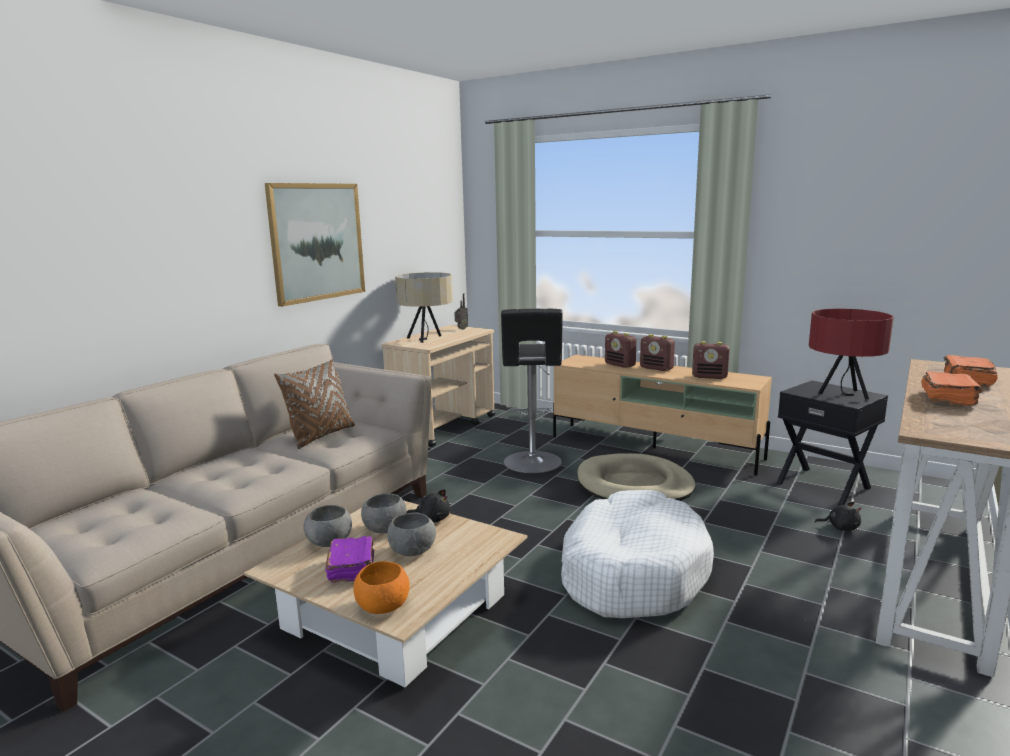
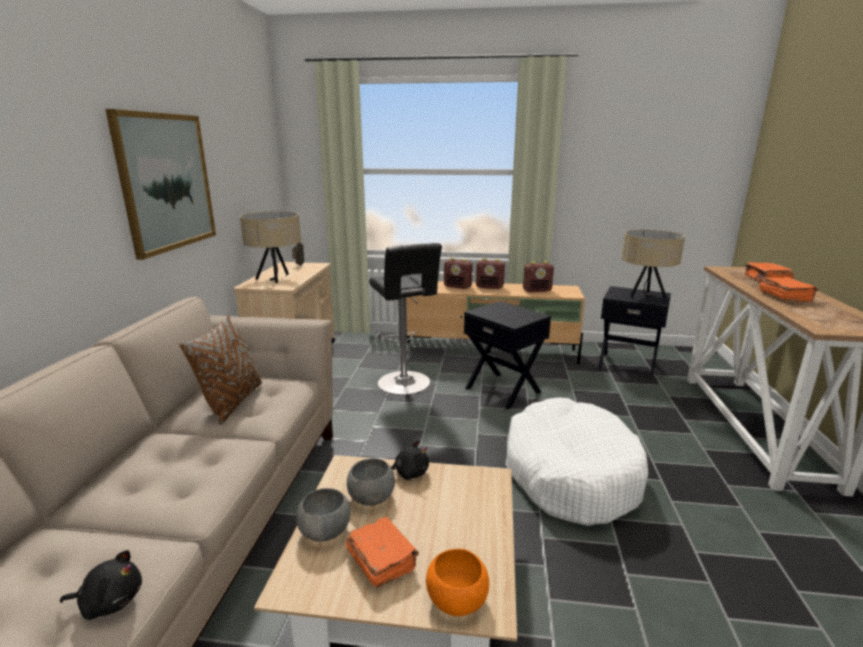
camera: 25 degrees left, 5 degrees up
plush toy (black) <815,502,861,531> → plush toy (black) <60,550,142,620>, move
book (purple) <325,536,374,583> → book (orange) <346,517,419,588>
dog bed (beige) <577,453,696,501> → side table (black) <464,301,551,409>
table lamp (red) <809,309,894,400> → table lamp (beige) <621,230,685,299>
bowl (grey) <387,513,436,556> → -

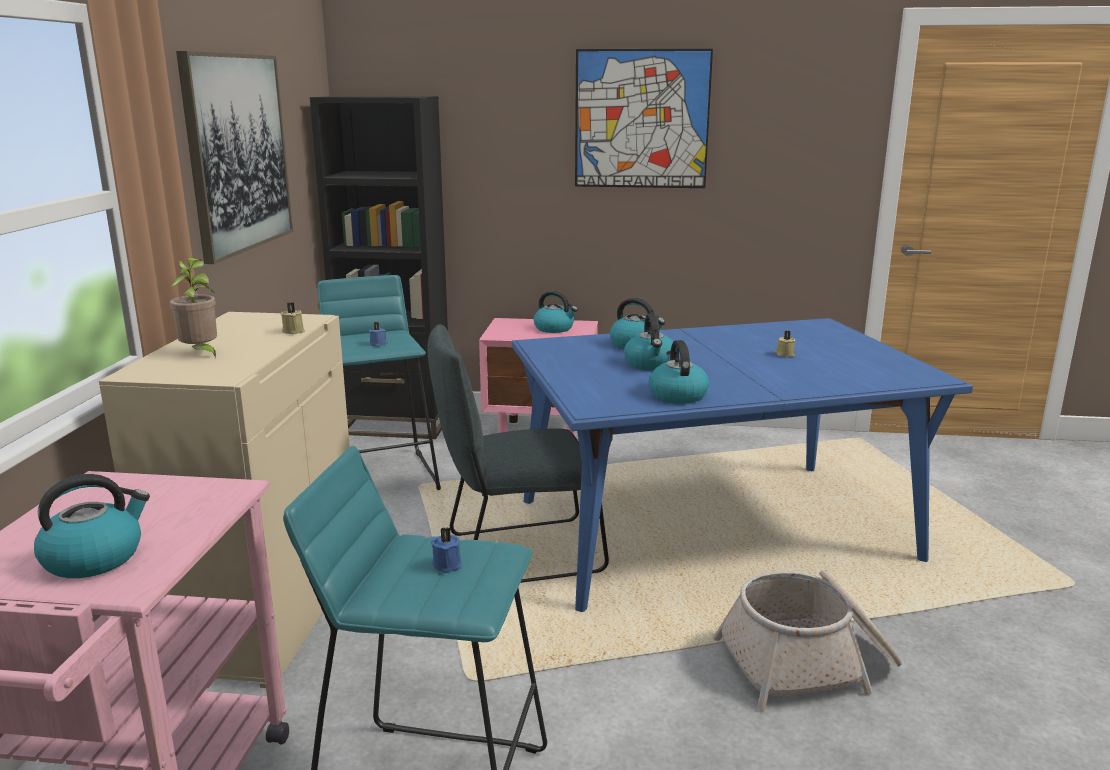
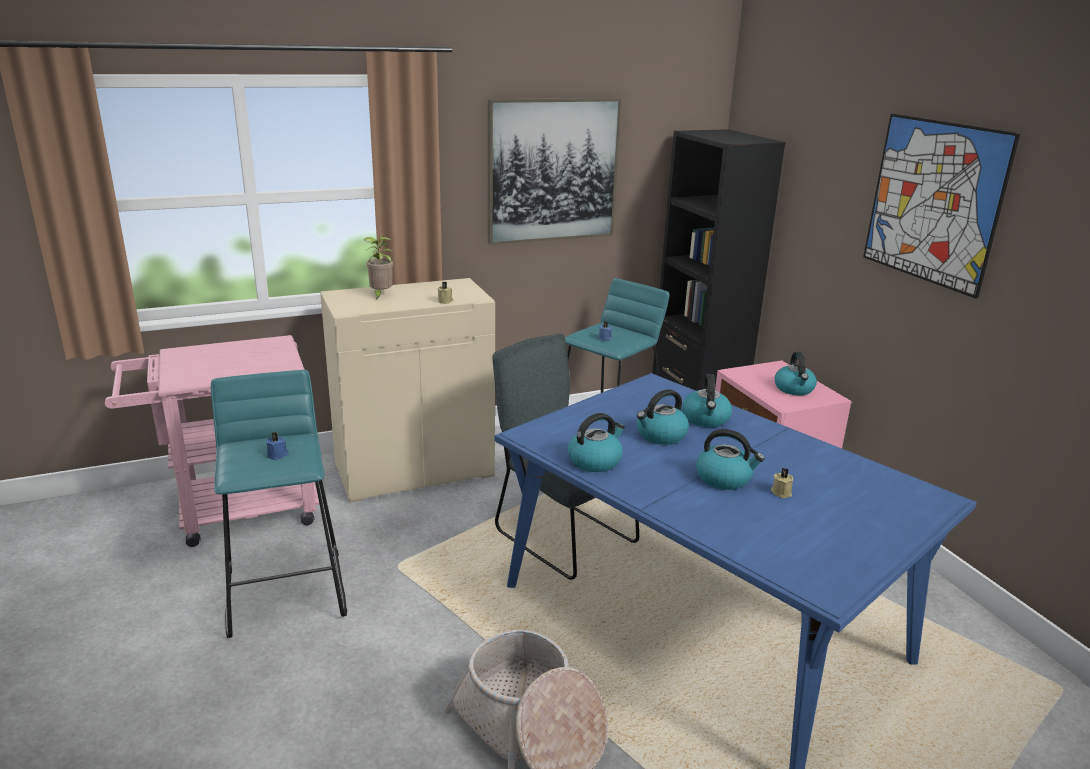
camera: 60 degrees right, 5 degrees up
kettle <34,474,150,578> → kettle <696,429,765,490>, move

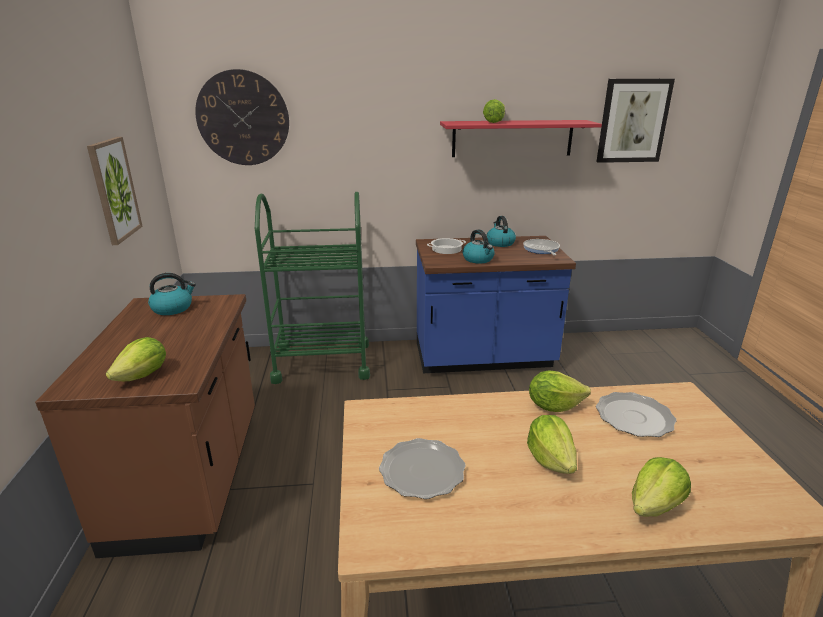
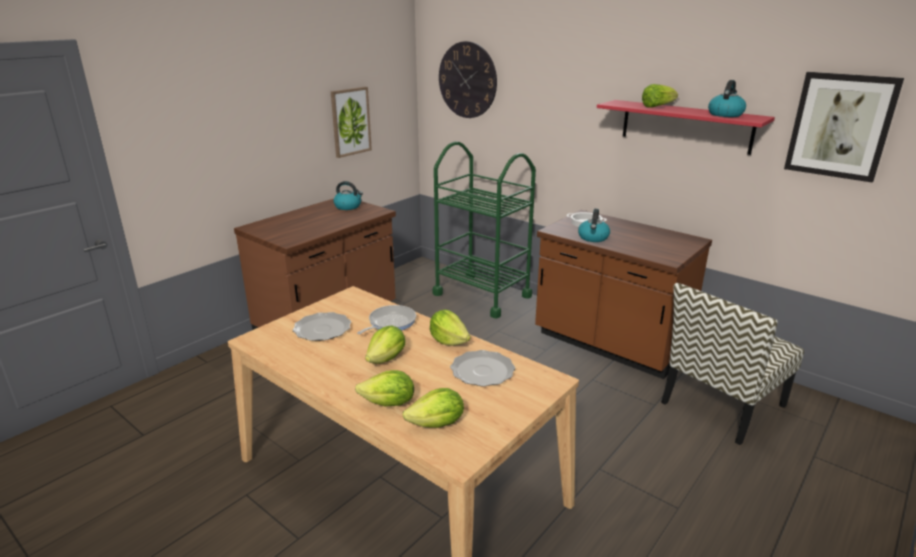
camera: 45 degrees right, 0 degrees up
frying pan <523,239,560,255> → frying pan <357,305,416,334>, move
lettuce <106,337,166,381> → lettuce <402,388,464,428>, move
counter (blue) <416,236,576,373> → counter (brown) <535,210,712,379>
- → chair <661,283,804,445>
kettle <487,216,516,247> → kettle <708,80,746,117>, move

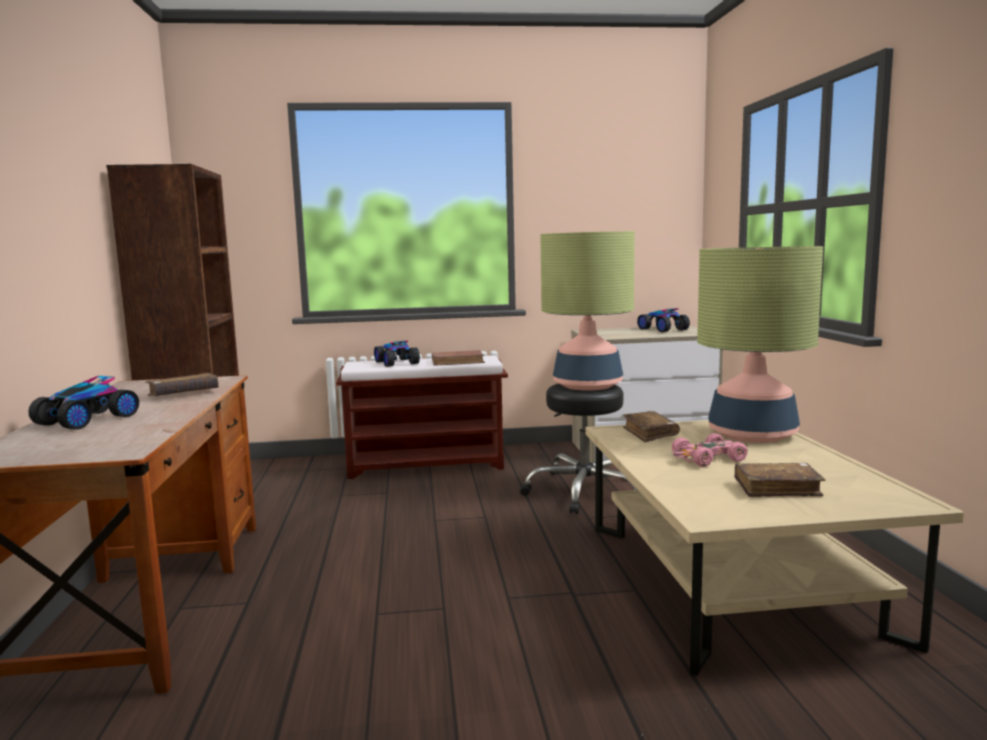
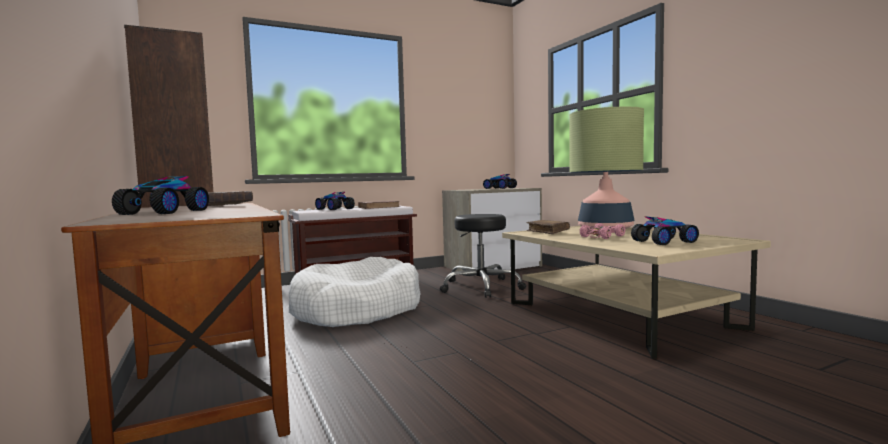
camera: 20 degrees left, 5 degrees down
- → dog bed (white) <288,257,421,327>
book (brown) <734,463,825,497> → toy car <631,216,699,245>
table lamp <540,231,635,391> → -

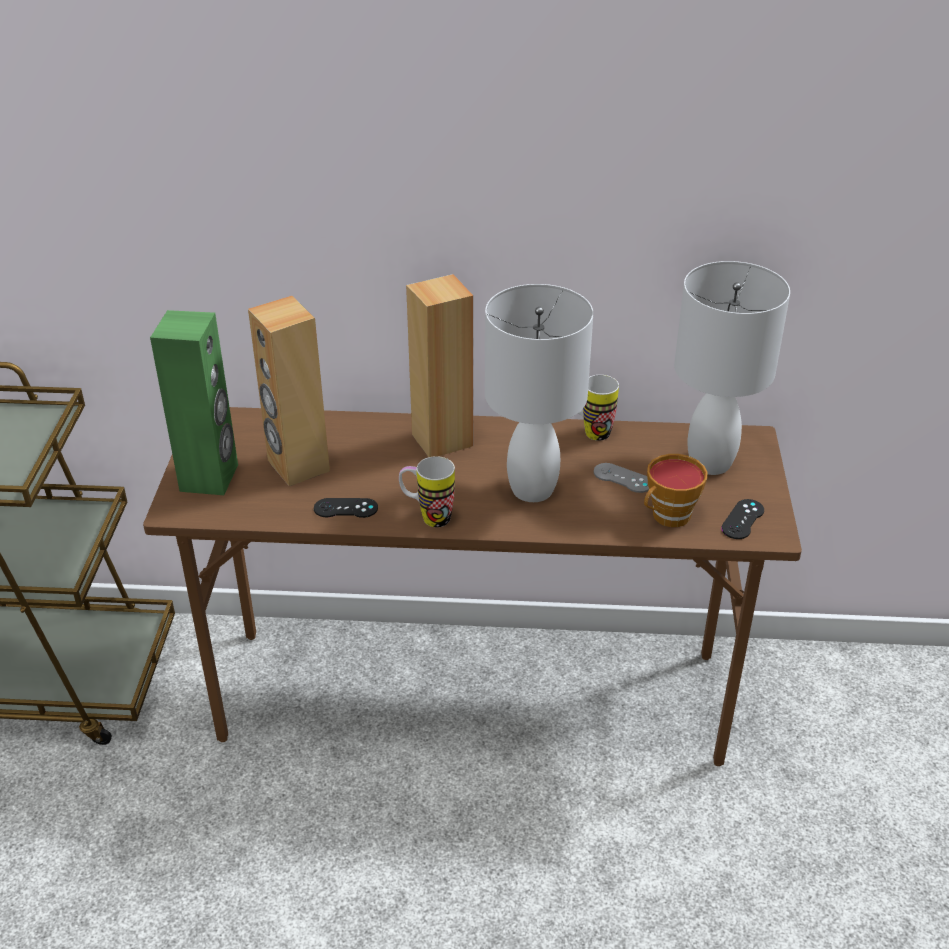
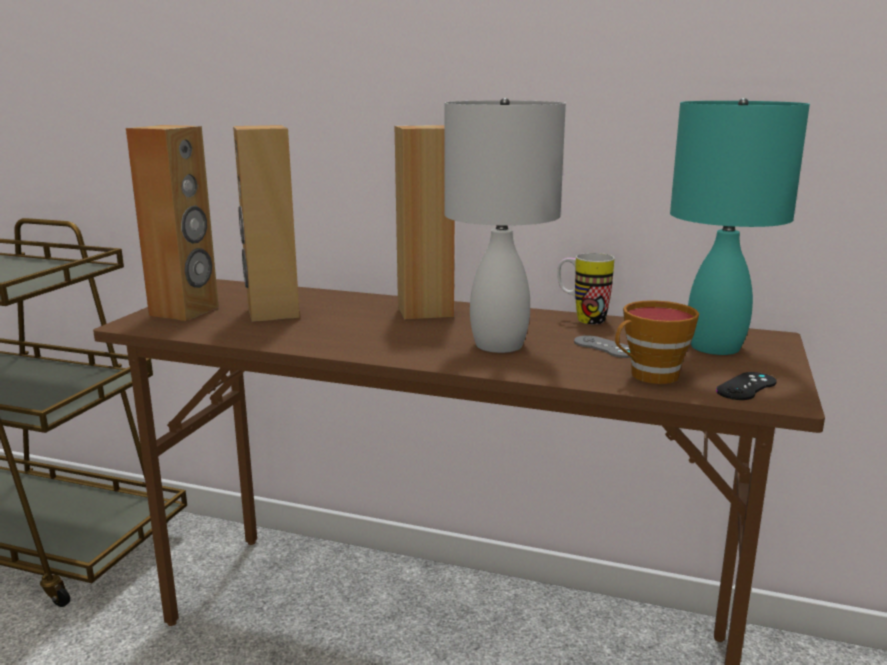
camera: 15 degrees right, 20 degrees down
speaker (green) <150,310,238,495> → speaker (brown) <126,125,219,321>
table lamp (white) <674,261,790,475> → table lamp (turquoise) <670,98,810,355>
game controller (black) <314,498,378,518> → -
mug <399,456,455,527> → -

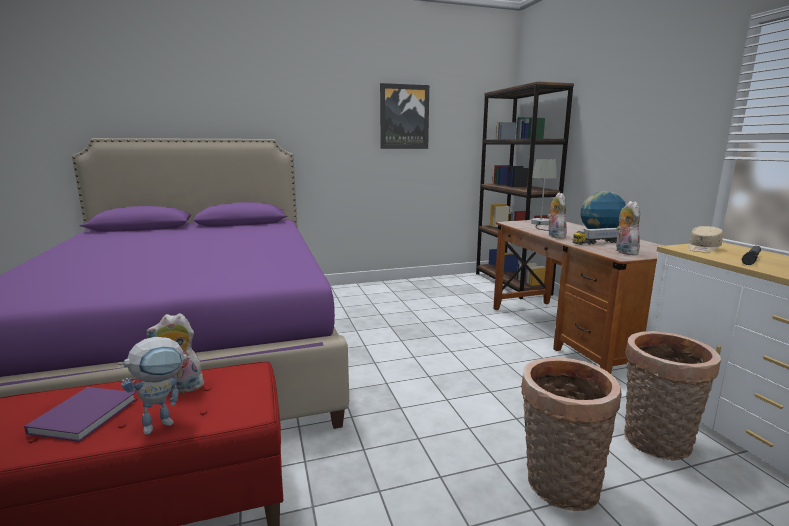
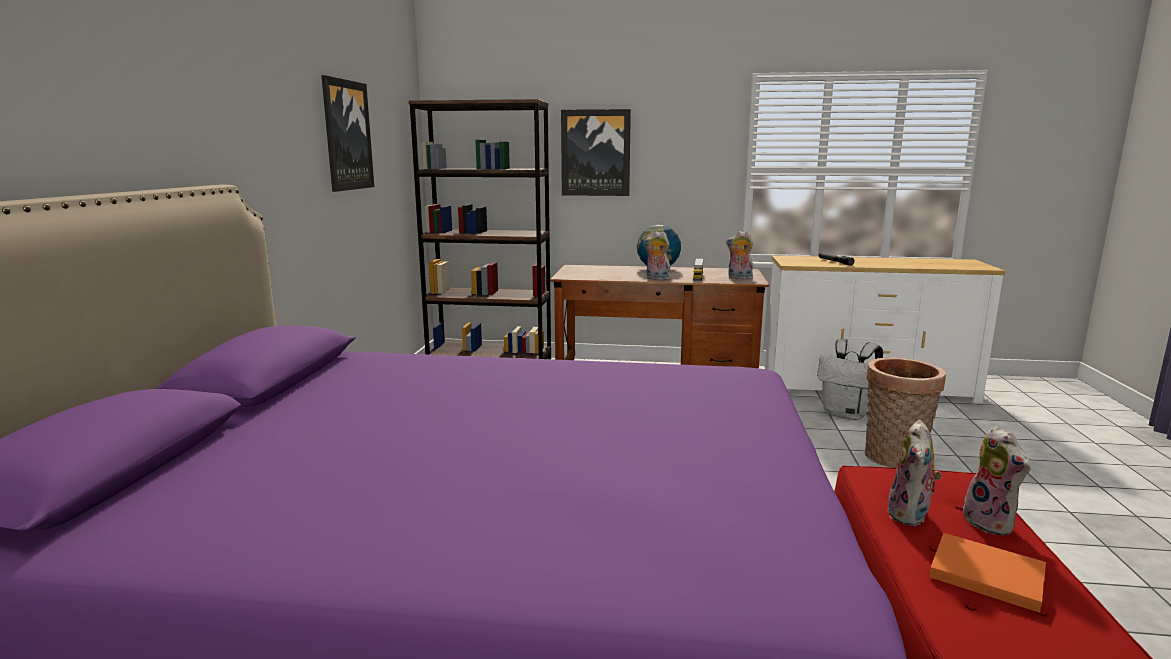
camera: 65 degrees left, 0 degrees up
- → picture <561,109,631,196>
basket <624,331,721,461> → backpack (white) <817,339,883,420>
book (purple) <24,387,137,442> → book (orange) <929,533,1046,613>
toy robot <119,337,190,435> → plush toy <963,426,1031,535>
table lamp (grey) <531,159,557,231> → -
cap (beige) <688,226,723,253> → -

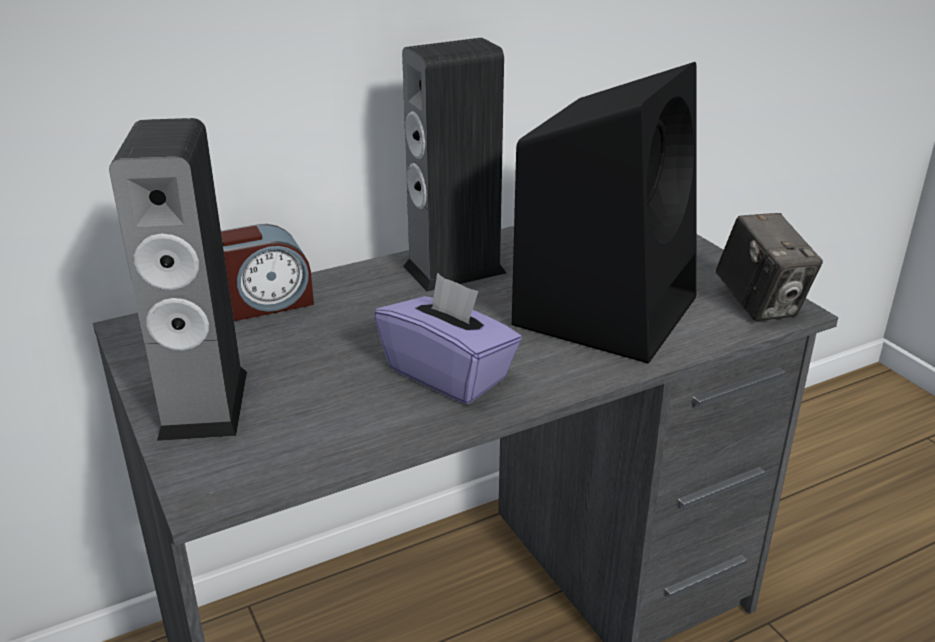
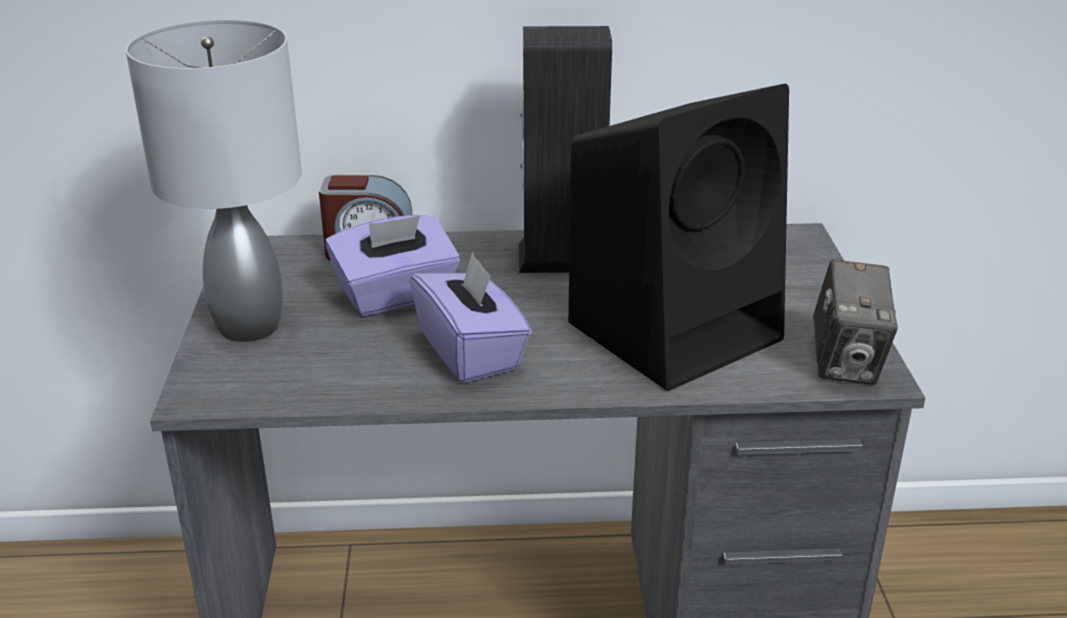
camera: 25 degrees right, 0 degrees up
speaker <109,118,247,441> → table lamp (grey) <126,19,302,342>
- → tissue box (purple) <325,215,460,316>

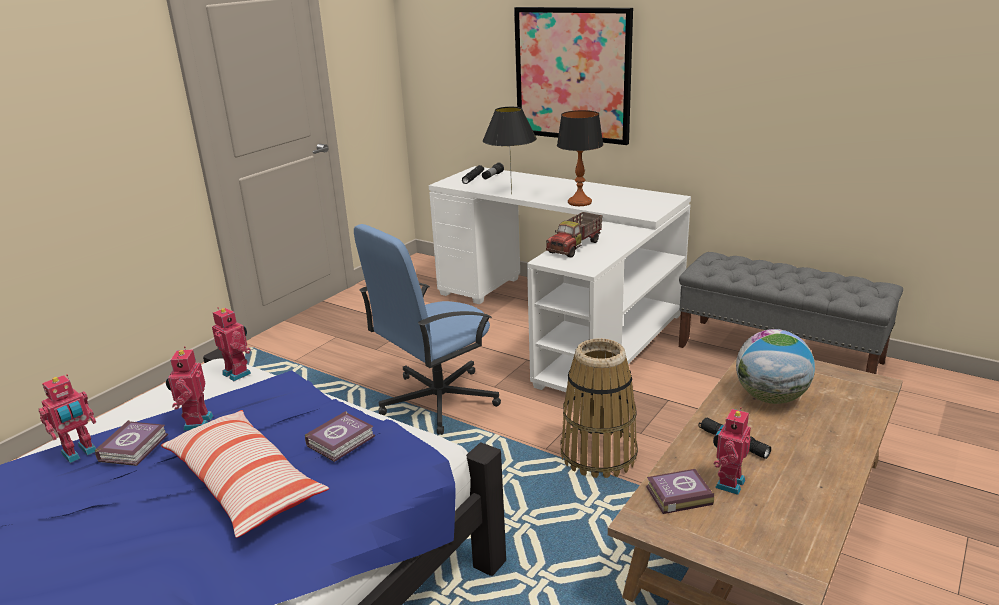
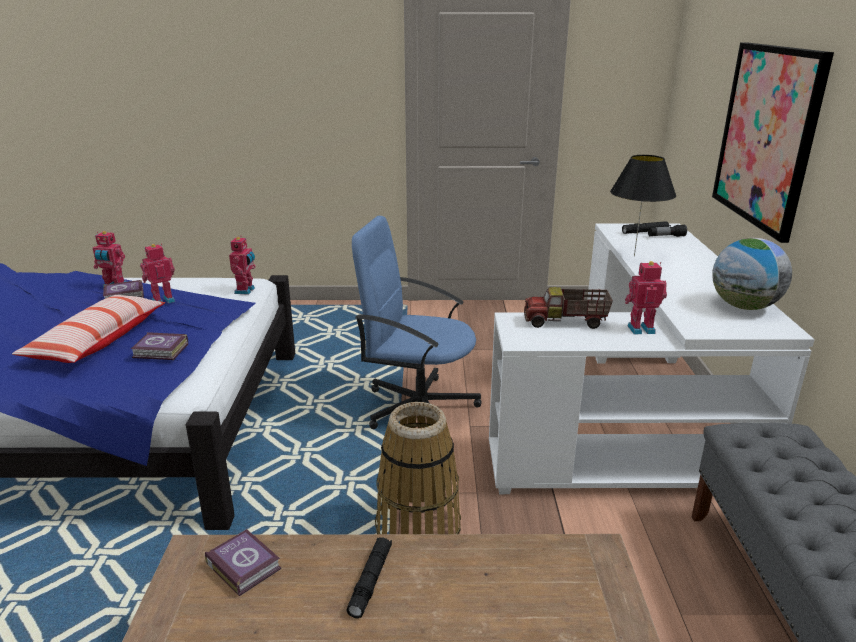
camera: 55 degrees right, 0 degrees up
toy robot <713,407,751,495> → toy robot <625,261,667,334>, move
globe <736,329,815,404> → globe <712,238,792,310>, move
table lamp <557,110,603,206> → -

